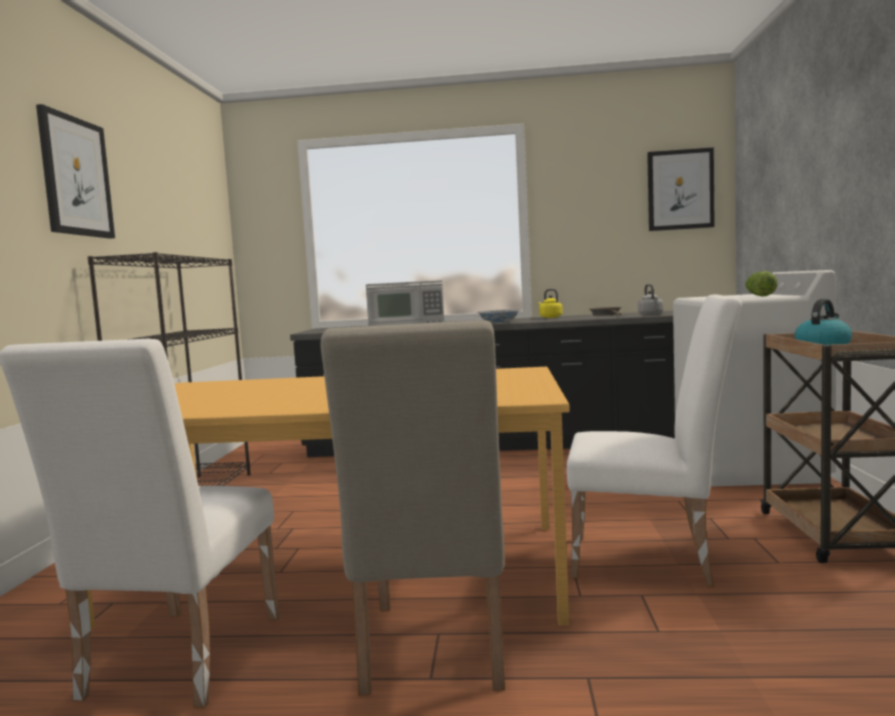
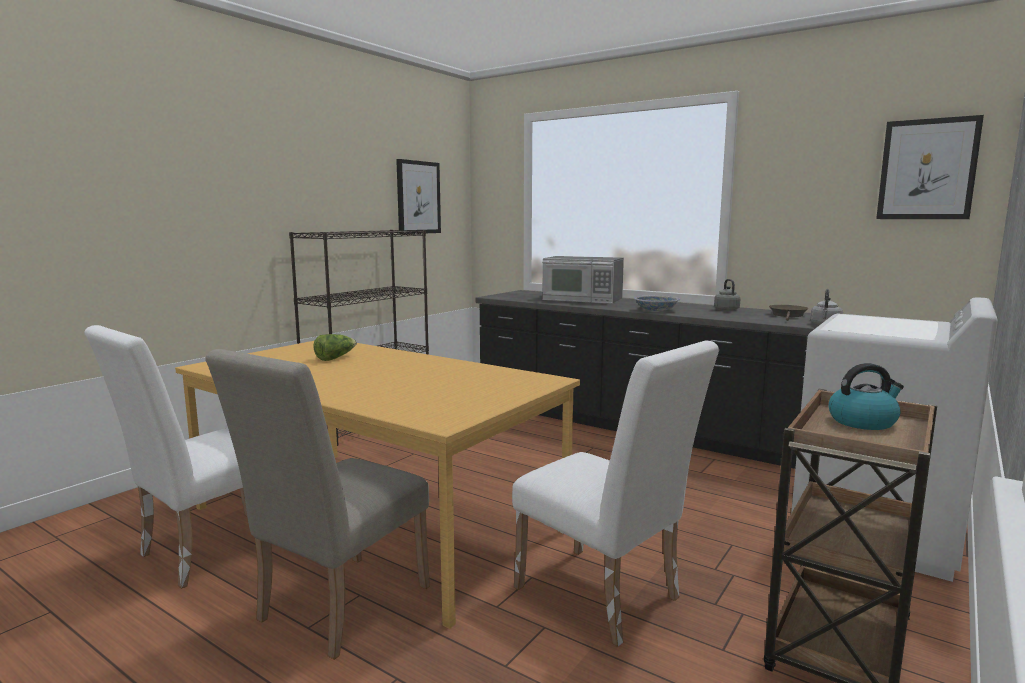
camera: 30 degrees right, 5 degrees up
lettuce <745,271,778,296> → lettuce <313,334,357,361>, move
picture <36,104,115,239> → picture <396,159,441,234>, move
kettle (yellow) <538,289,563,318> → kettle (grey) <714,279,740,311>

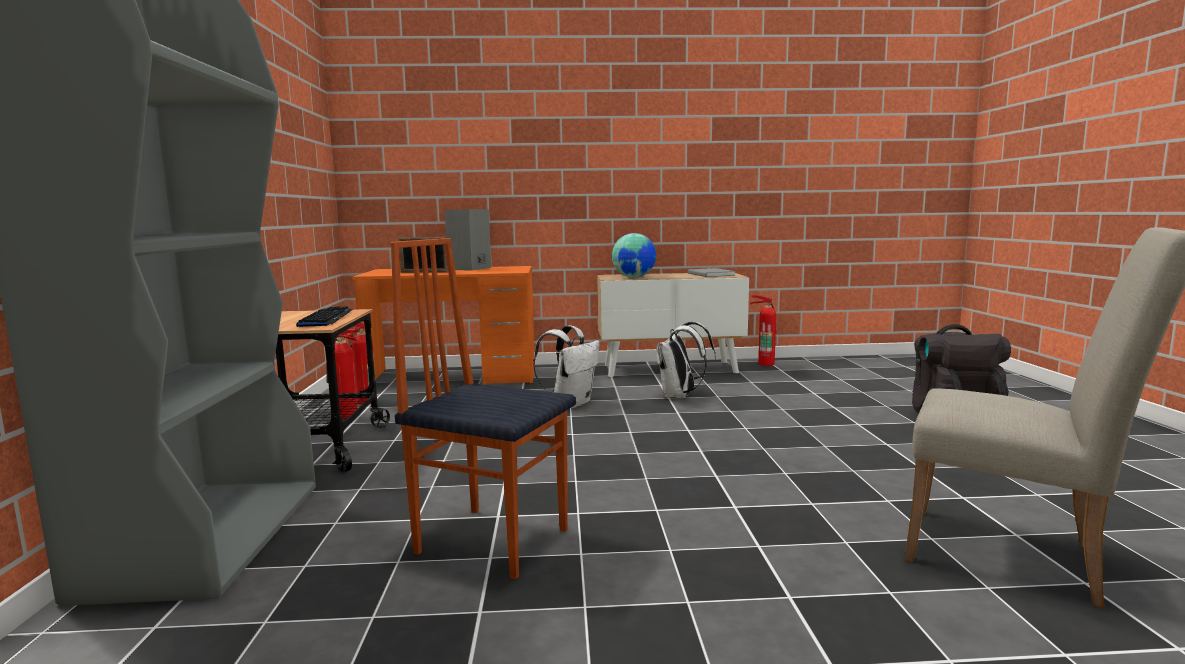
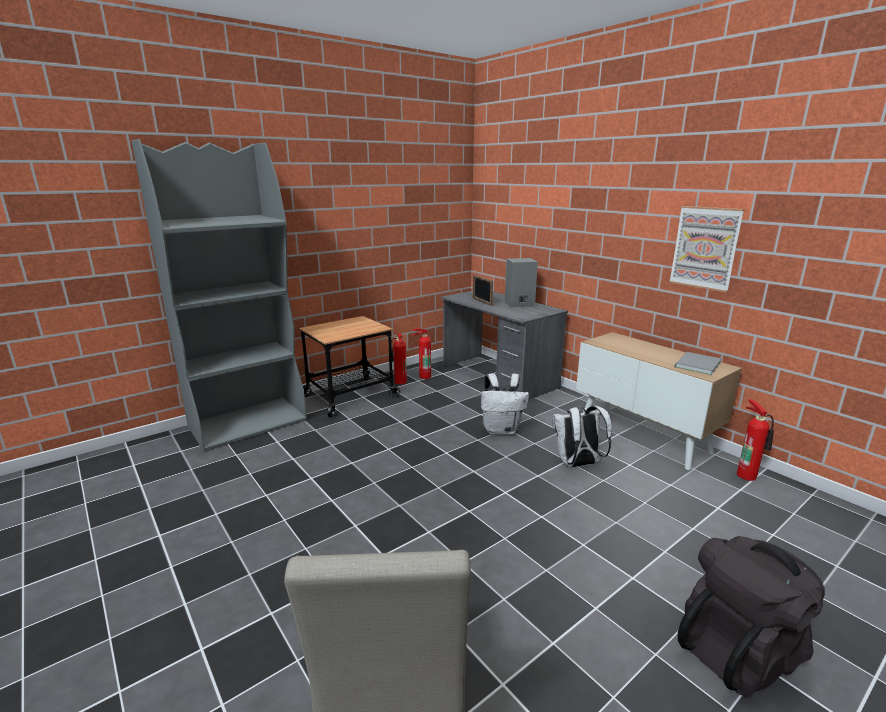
camera: 55 degrees right, 10 degrees up
desk (orange) <352,266,535,385> → desk (grey) <440,291,568,400>
- → picture <669,206,745,292>
keyboard <296,306,353,327> → -
chair <391,238,576,579> → -
globe <612,233,656,278> → -

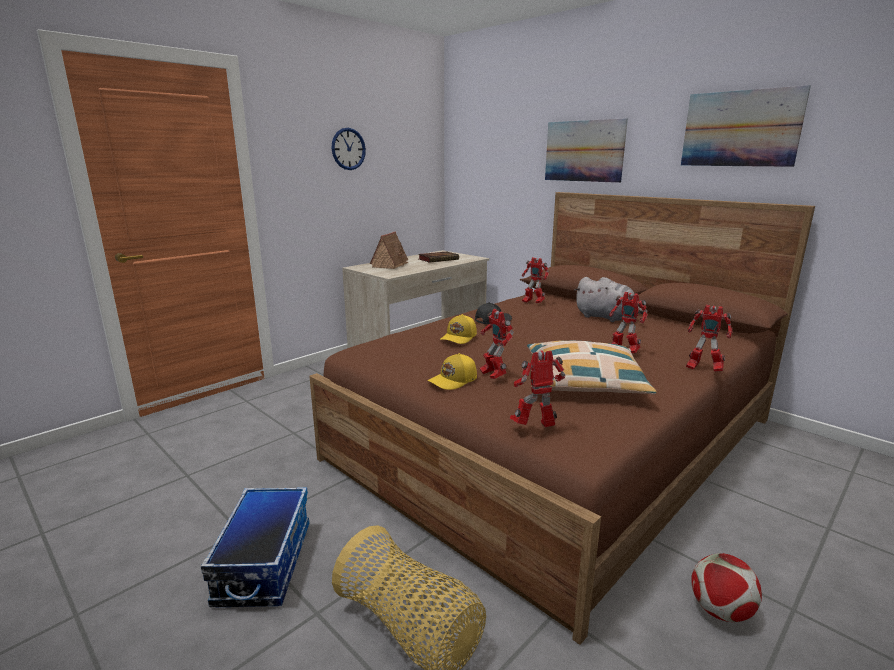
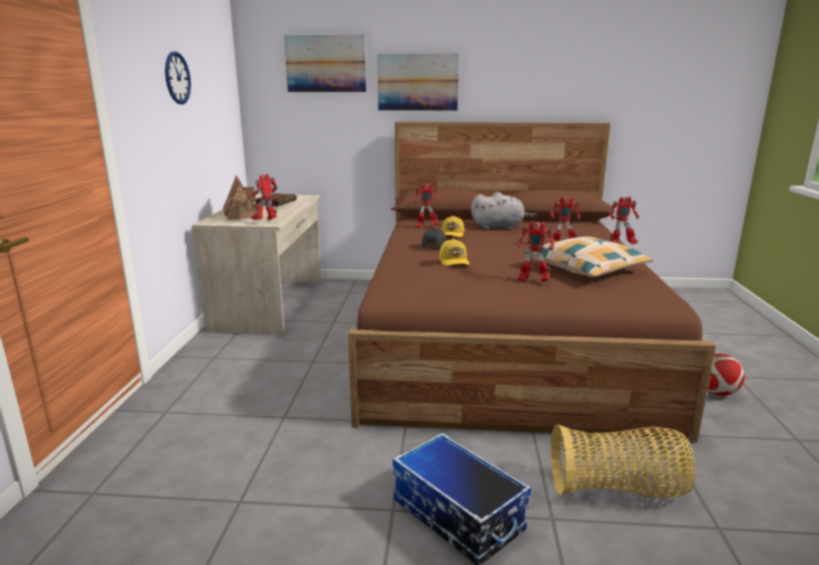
camera: 40 degrees left, 0 degrees up
toy robot <510,350,566,427> → toy robot <251,174,278,220>, move
picture <681,85,811,167> → picture <284,35,366,92>, move
cap (yellow) <427,353,477,390> → cap (yellow) <441,215,464,237>, move

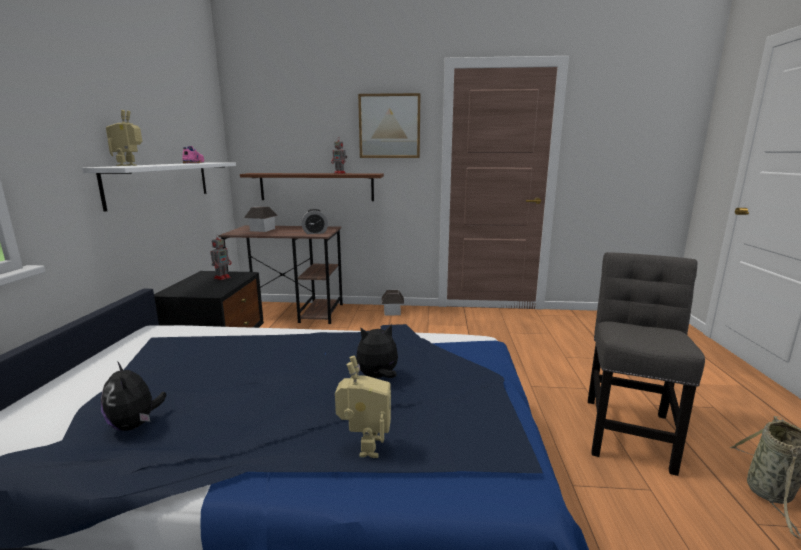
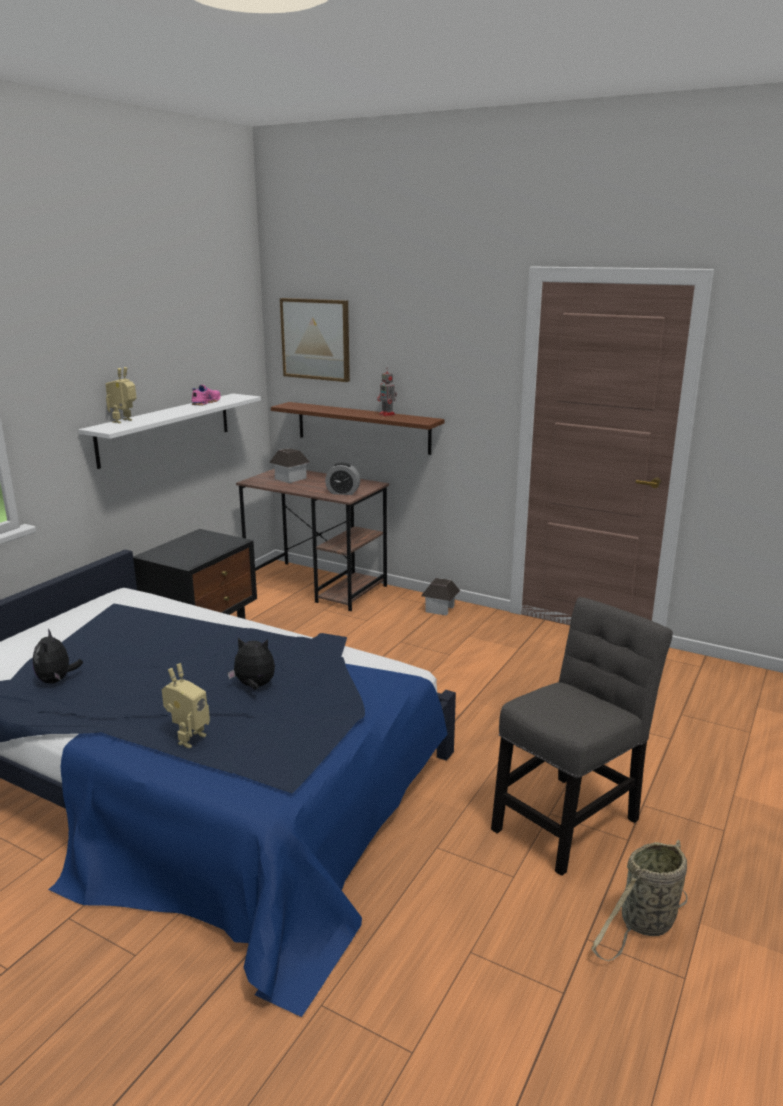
camera: 25 degrees right, 5 degrees up
picture <358,93,420,158> → picture <280,298,350,382>, move
toy robot <211,234,231,280> → -

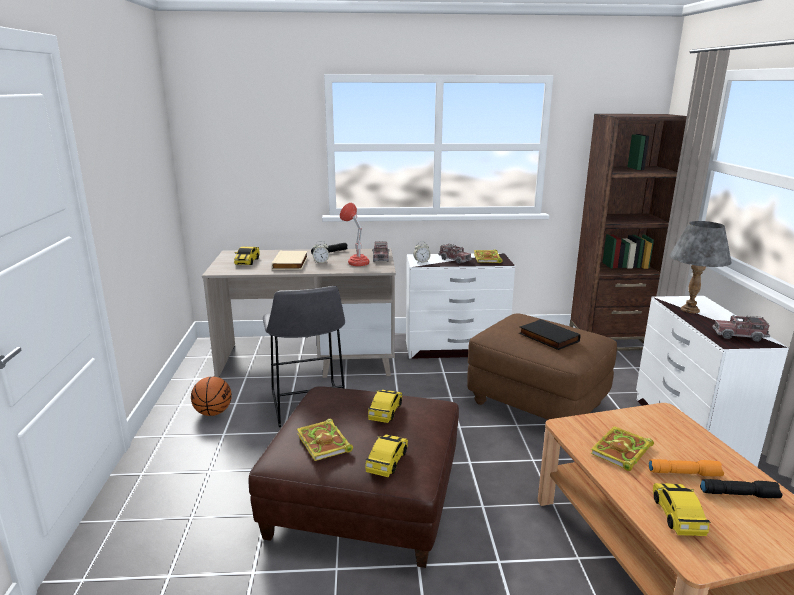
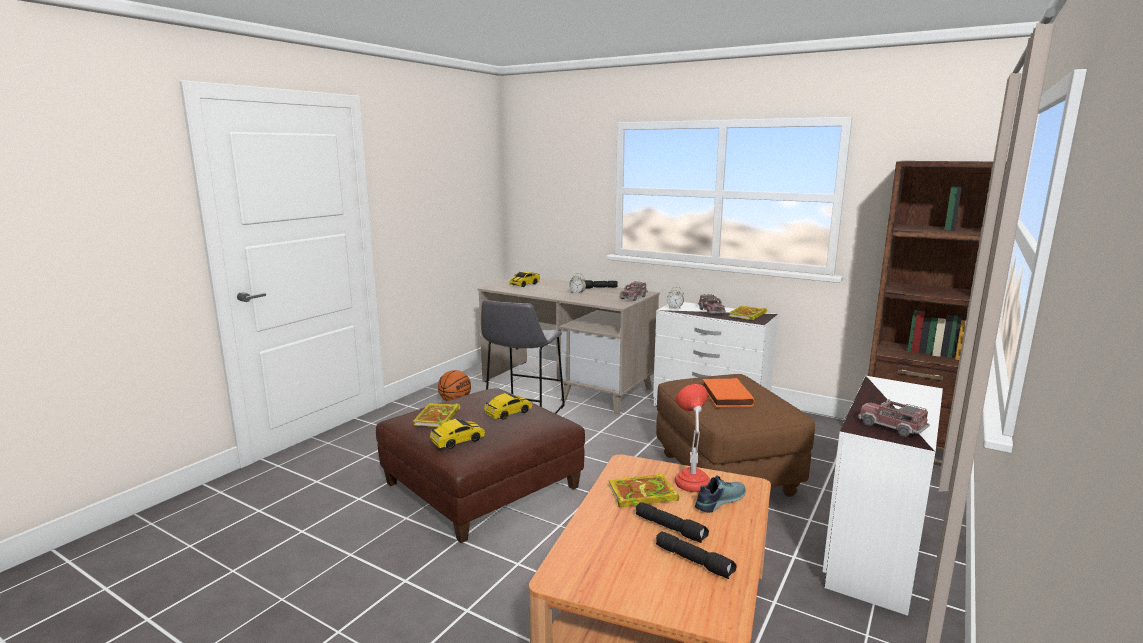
camera: 35 degrees right, 5 degrees down
flashlight (orange) <648,459,724,477> → flashlight (black) <636,502,709,543>
table lamp (red) <340,203,369,266> → table lamp (red) <675,384,710,492>, move
- → shoe <695,475,746,513>
book (black) <519,319,580,350> → book (orange) <703,378,754,407>
book (beige) <271,251,308,270> → -
toy car <653,483,711,536> → -
table lamp (grey) <670,221,732,313> → -

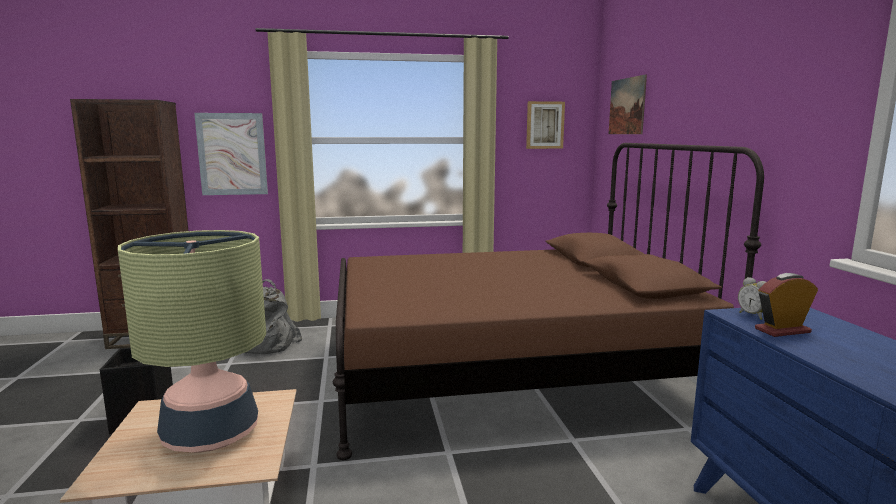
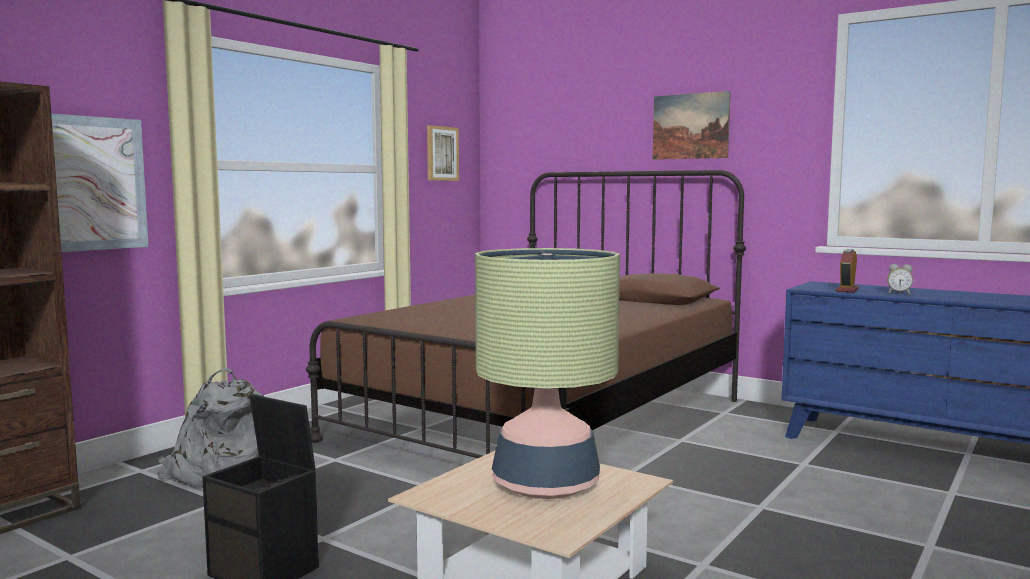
camera: 45 degrees left, 5 degrees down
picture <609,74,647,134> → picture <653,91,730,160>, move
alarm clock <738,277,766,320> → alarm clock <887,264,913,295>, move

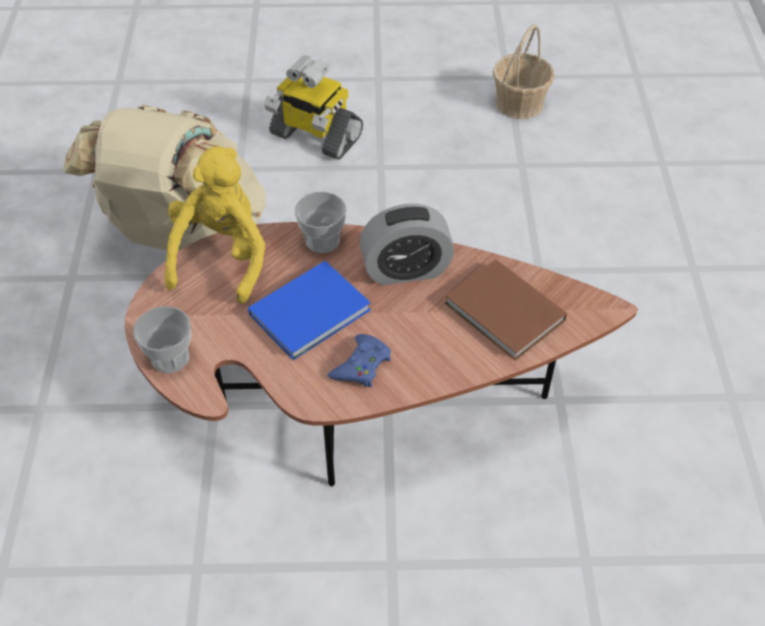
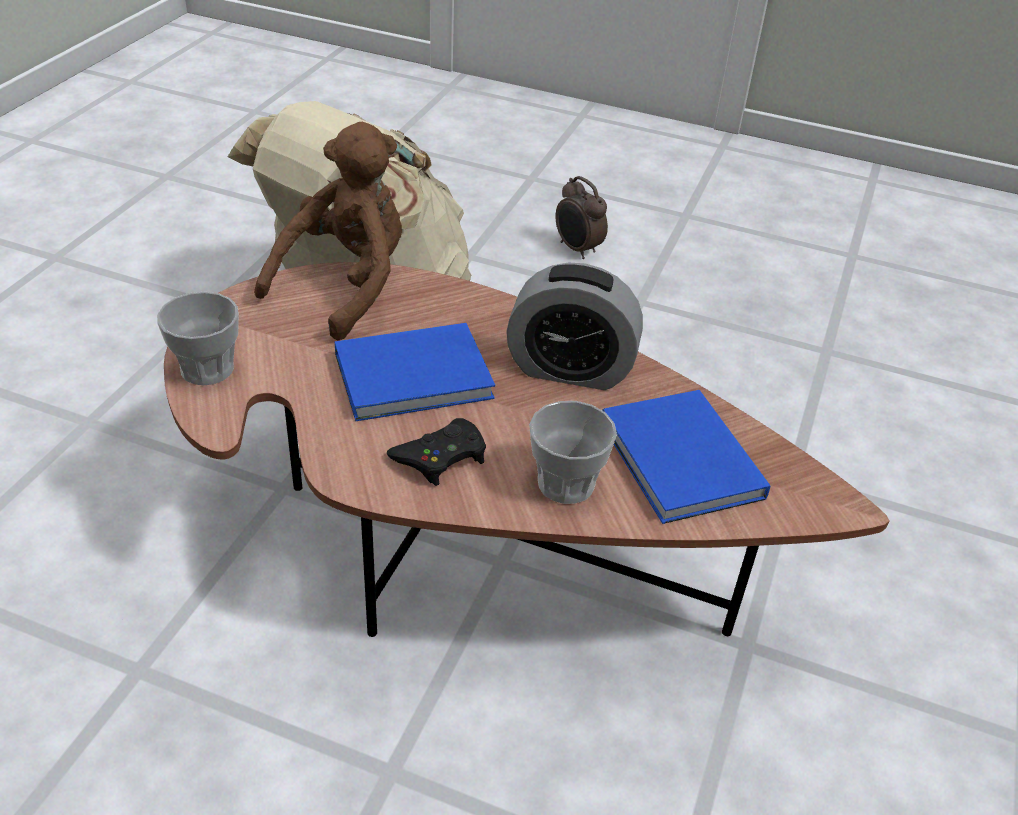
camera: 20 degrees right, 10 degrees down
plush toy (yellow) <165,147,265,304> → plush toy (brown) <254,122,402,340>
game controller (blue) <327,334,391,388> → game controller (black) <387,418,486,486>
cup <295,192,346,253> → cup <529,401,617,504>, move
toy robot <264,56,363,160> → alarm clock <556,176,608,259>
book (brown) <445,259,567,361> → book (blue) <602,390,770,524>
basket <493,24,555,119> → -

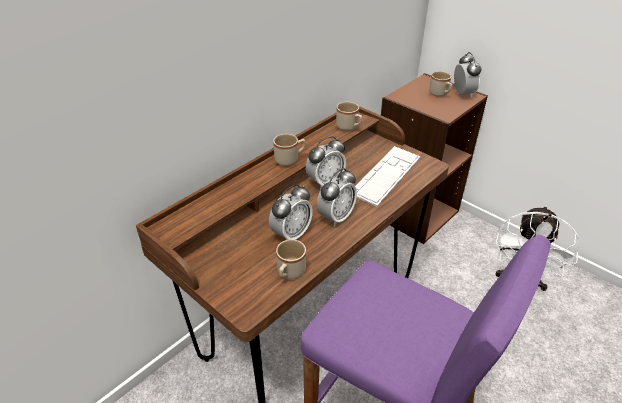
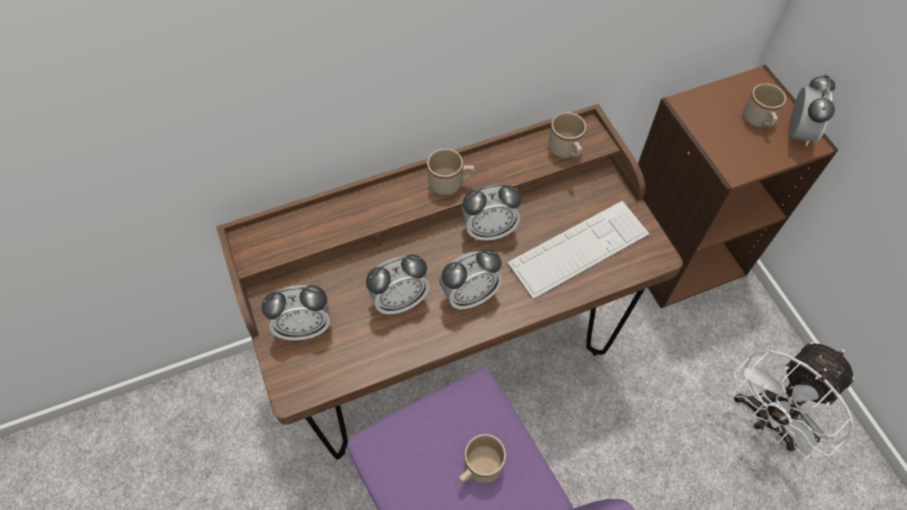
camera: 25 degrees right, 20 degrees up
- → alarm clock <261,285,330,340>
mug (beige) <276,239,306,279> → mug (beige) <459,434,506,483>, move

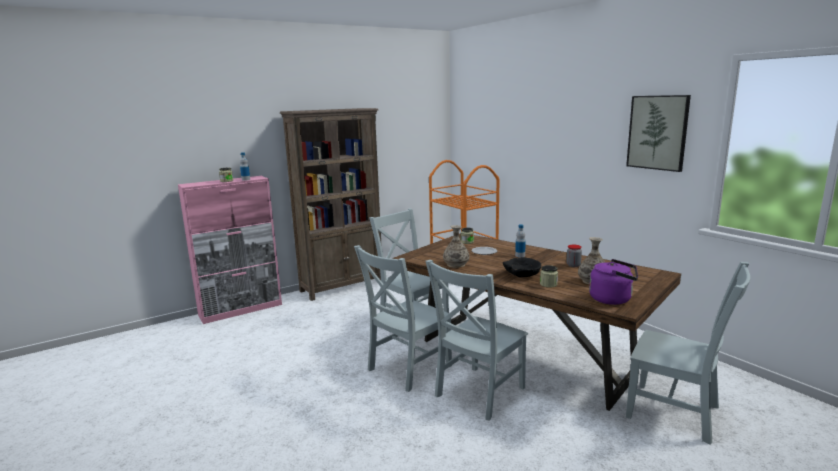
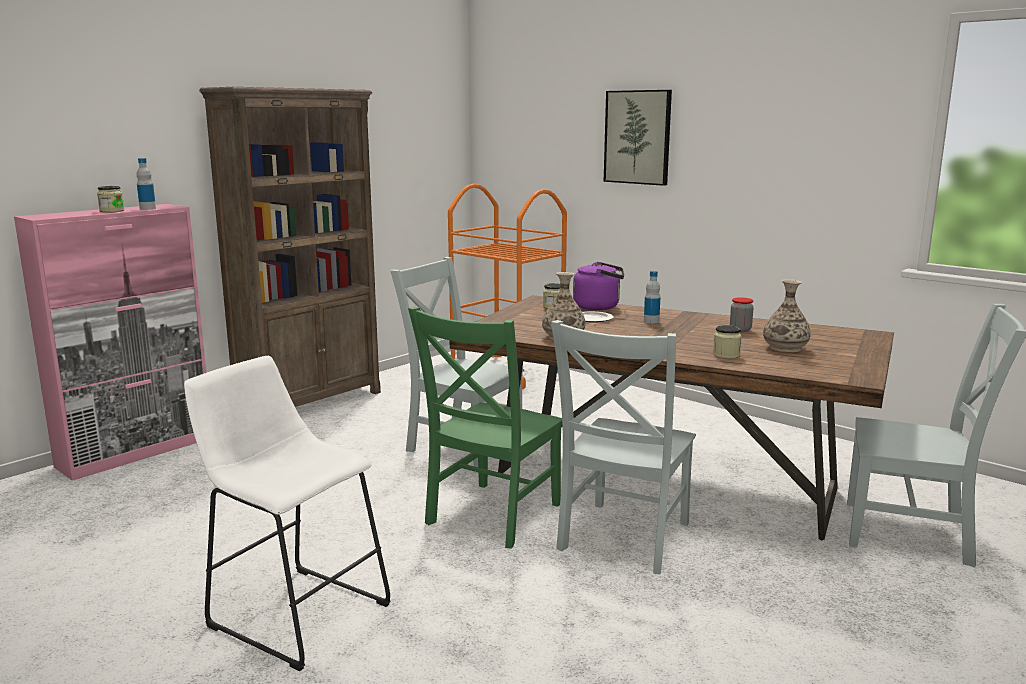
camera: 15 degrees left, 0 degrees up
- → stool (white) <184,356,391,671>
chair (grey) <354,245,452,392> → chair (green) <408,307,562,549>
kettle (purple) <589,259,638,305> → kettle (purple) <573,262,624,310>, move
picture <626,95,691,172> → picture <604,90,672,186>, move
bowl (black) <503,257,541,277> → -

